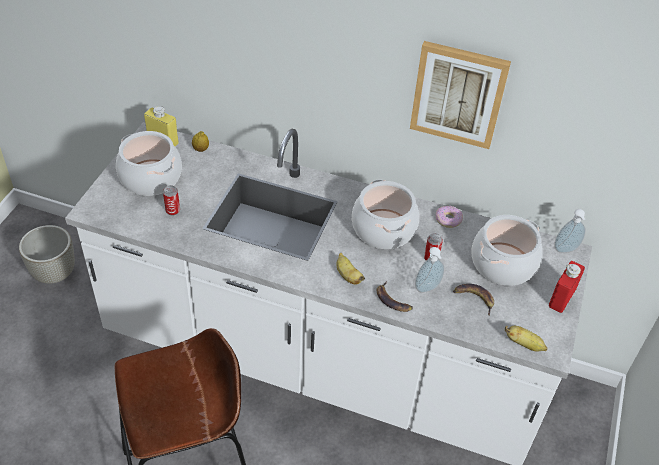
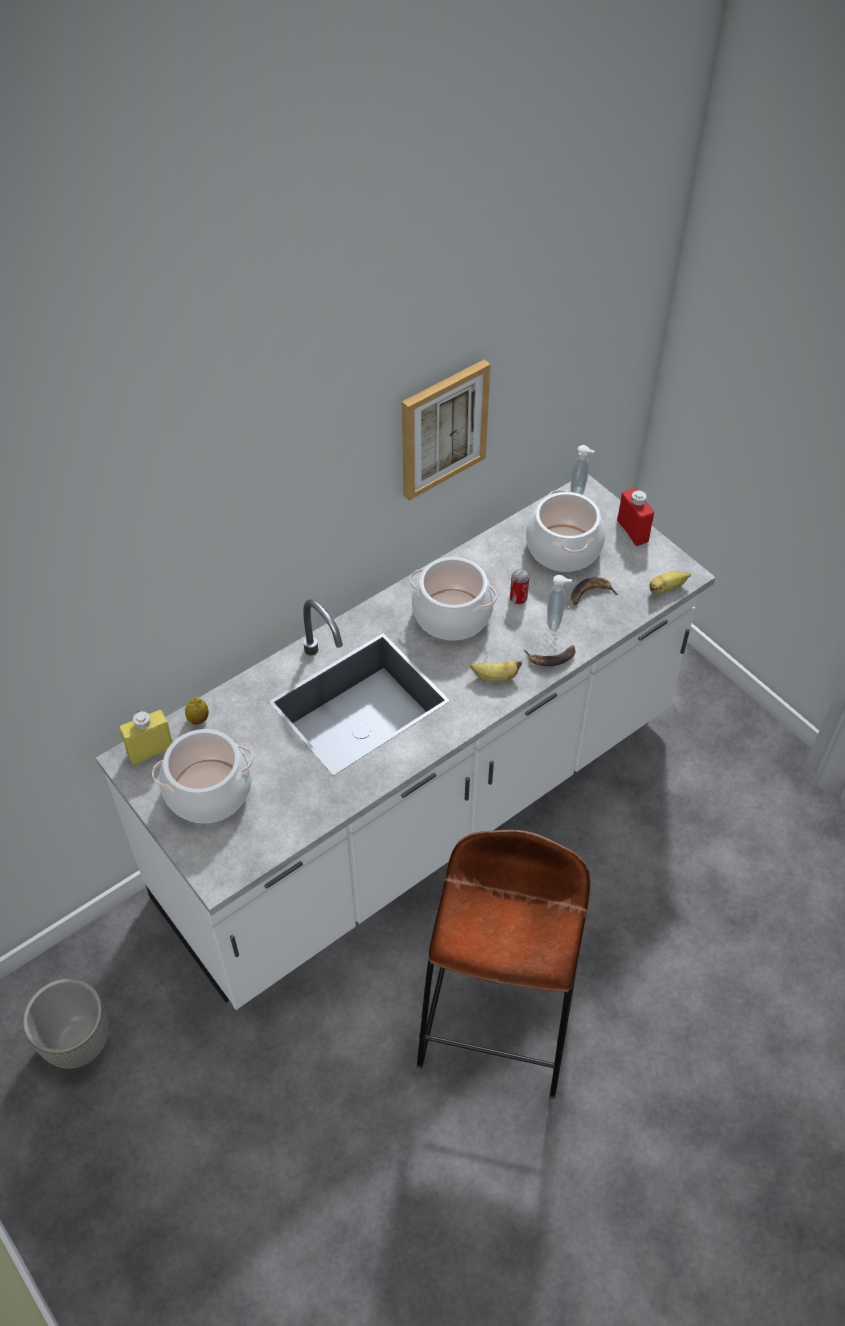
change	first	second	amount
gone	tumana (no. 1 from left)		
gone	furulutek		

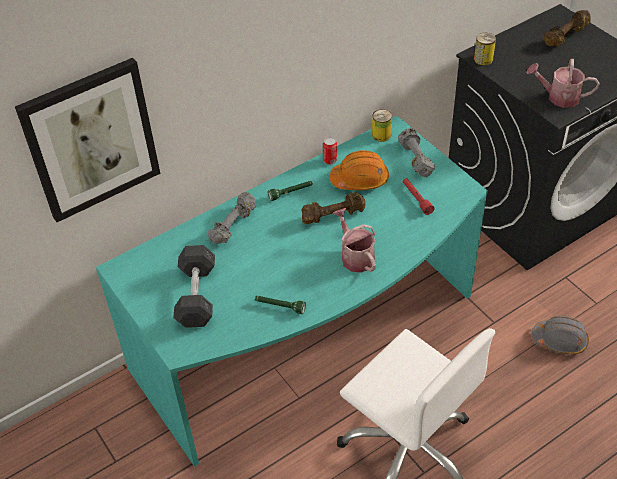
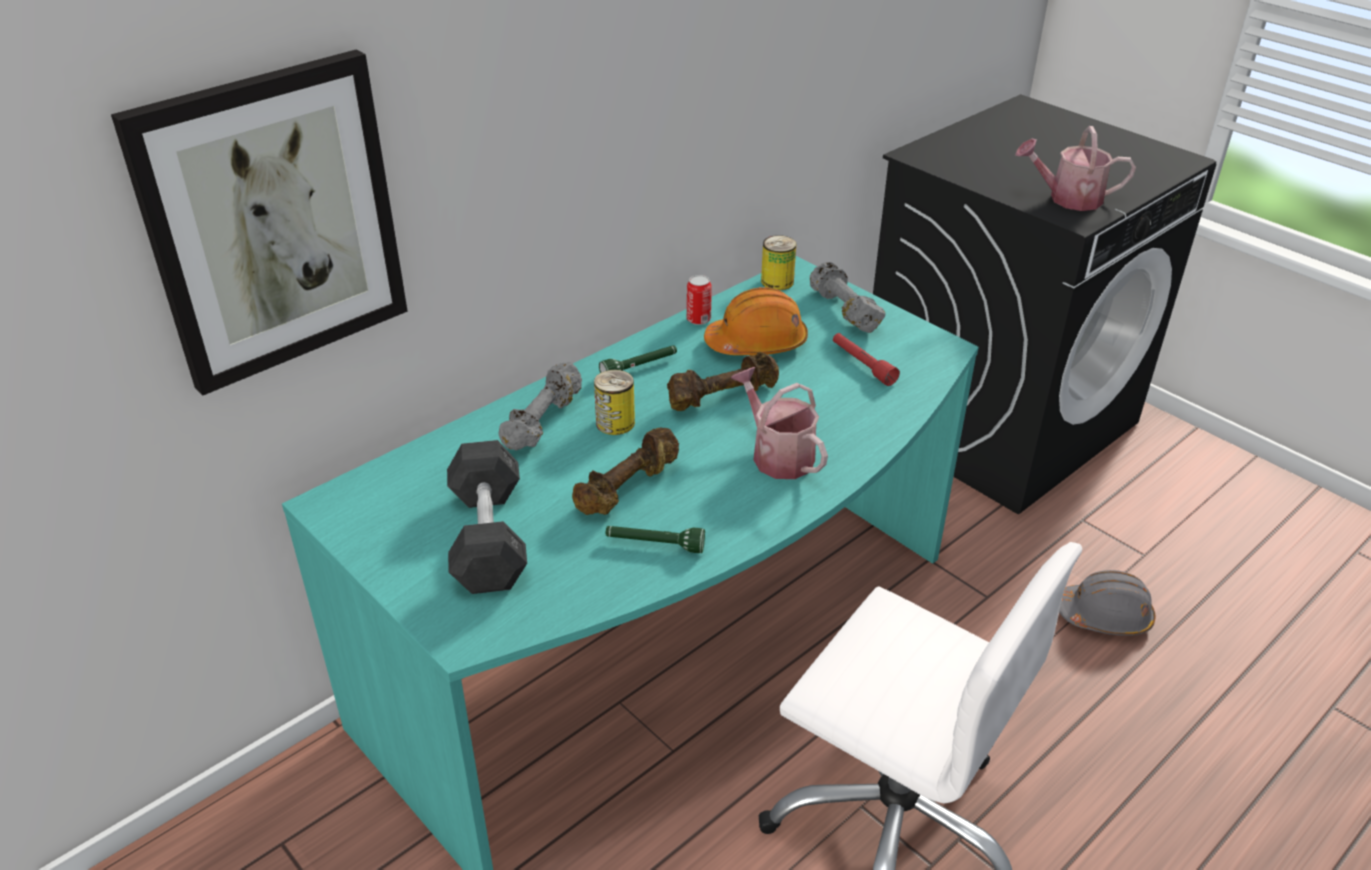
change	first	second	amount
shifted	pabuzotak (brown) (no. 2 from left in the first image)	pabuzotak (brown) (no. 1 from left)	
shifted	tumana (no. 3 from left in the first image)	tumana (no. 1 from left)	

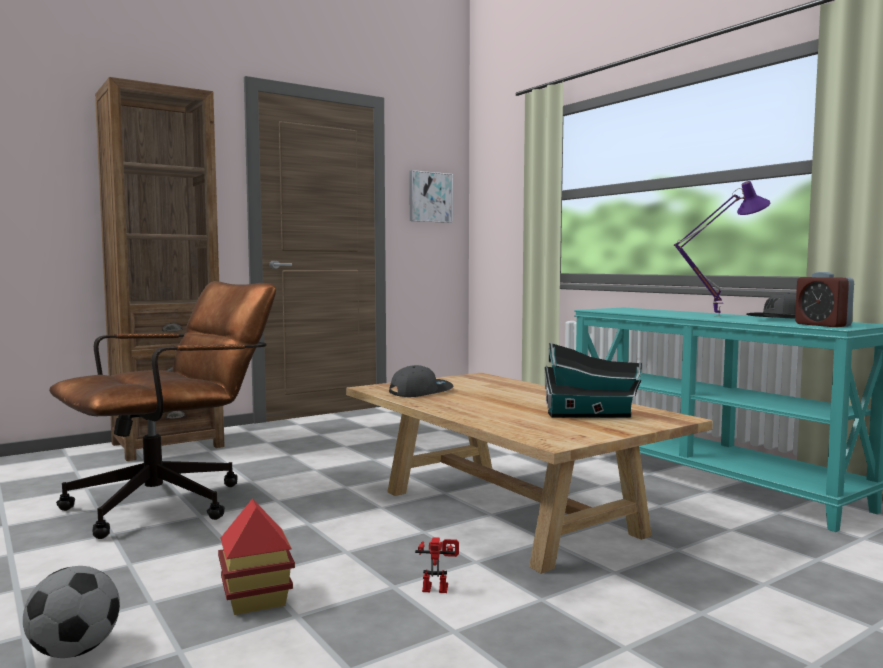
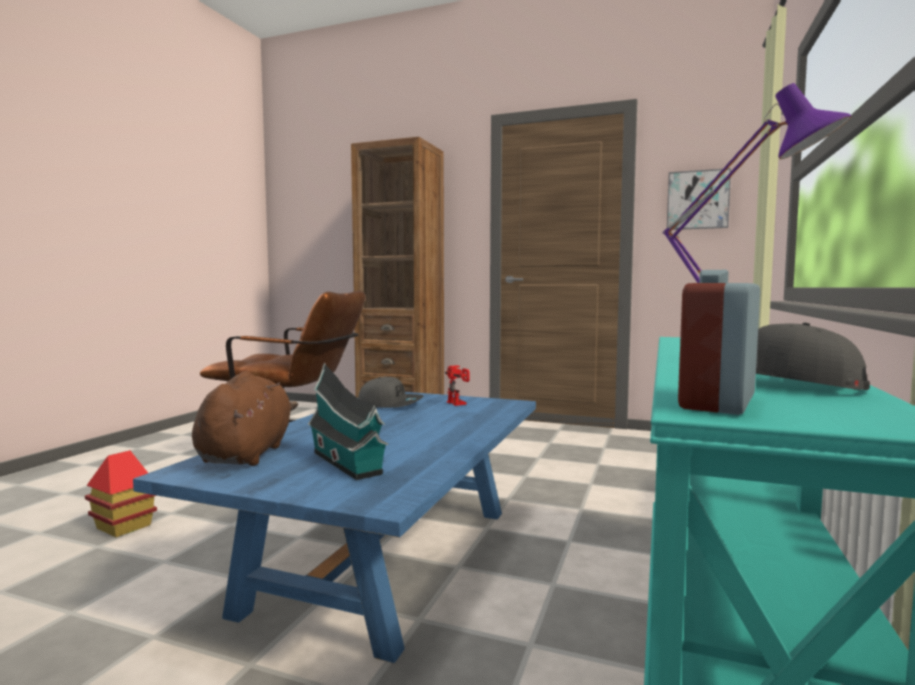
change	first	second	amount
repainted	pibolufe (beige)	pibolufe (blue)	
shifted	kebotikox		
gone	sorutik		
new		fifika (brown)	

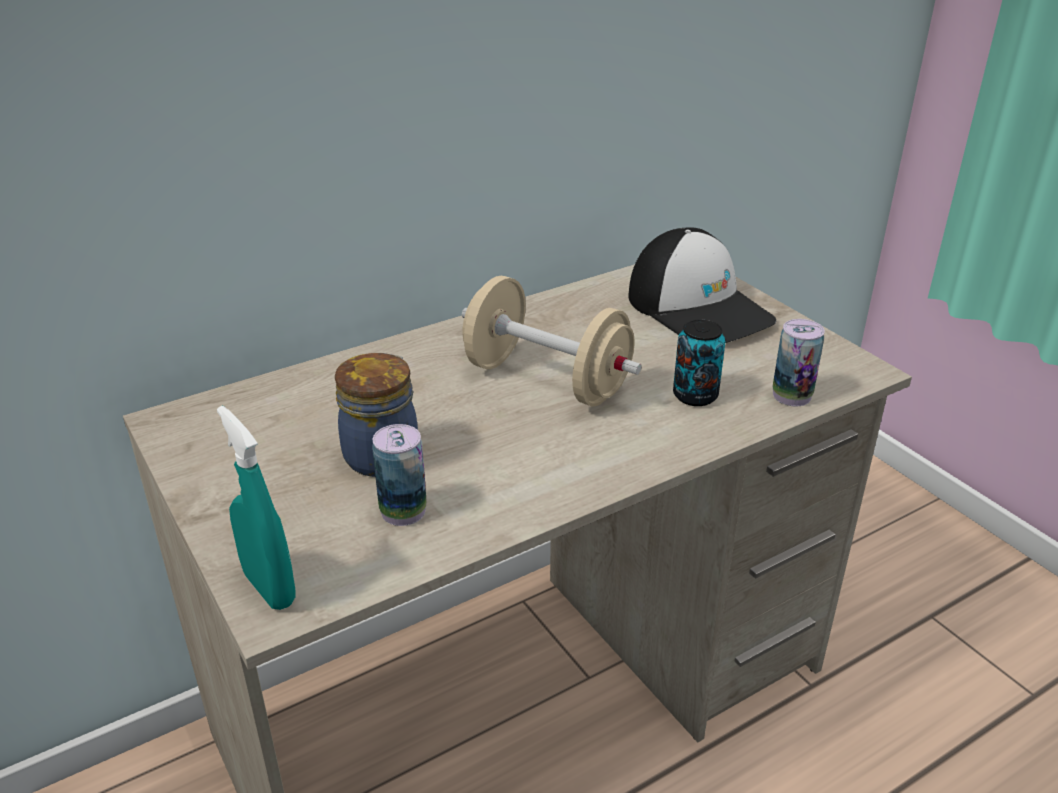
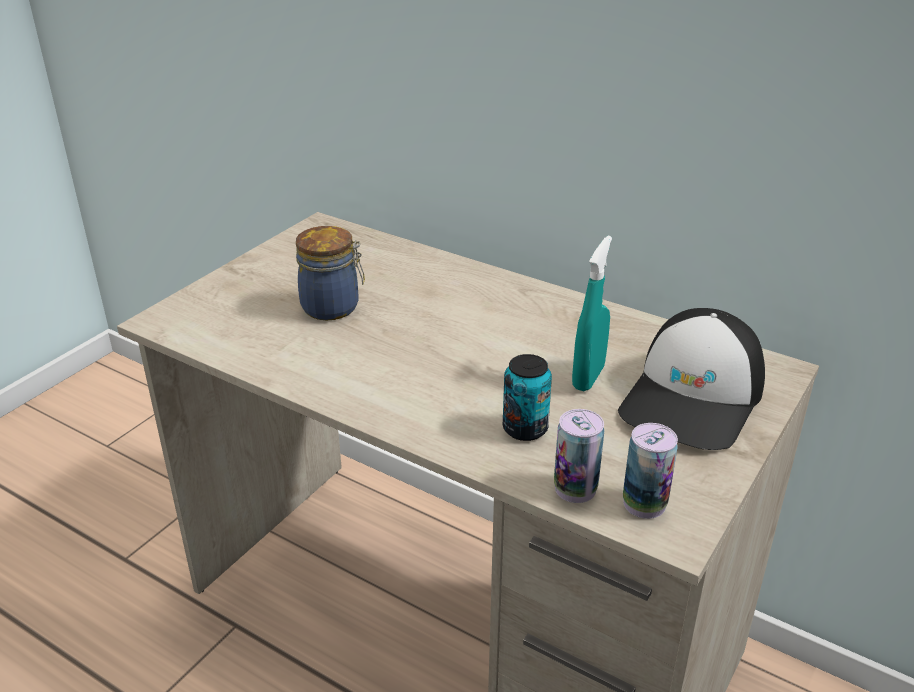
change	first	second	amount
gone	pabuzotak (beige)		
shifted	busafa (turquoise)		
shifted	tumana (no. 1 from left in the first image)	tumana (no. 3 from left)	

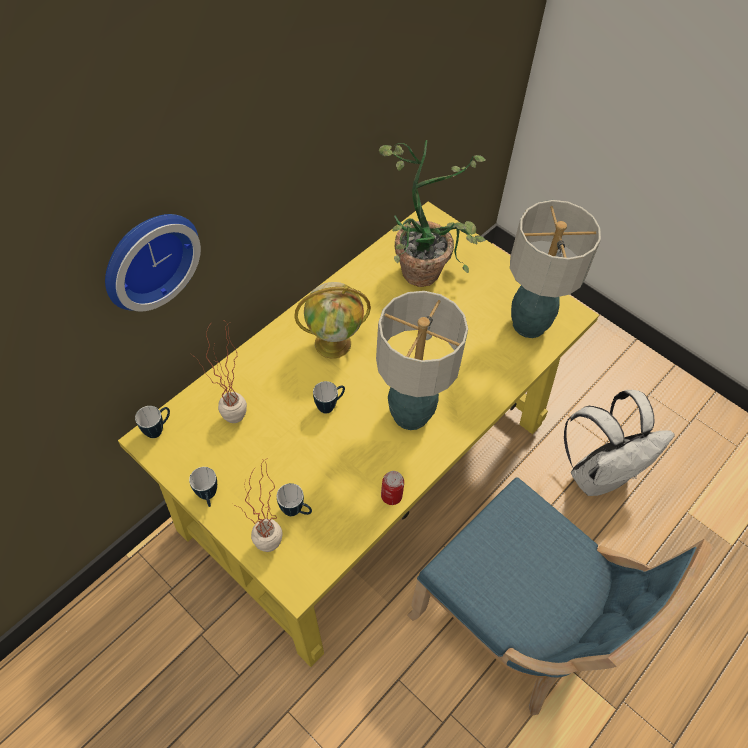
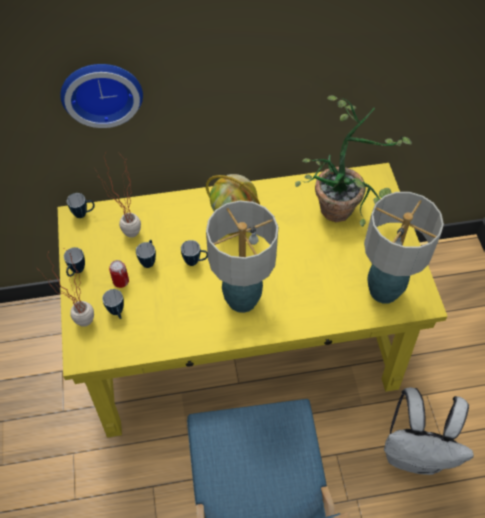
change	first	second	amount
shifted	tumana		
new		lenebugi (no. 4 from left)	

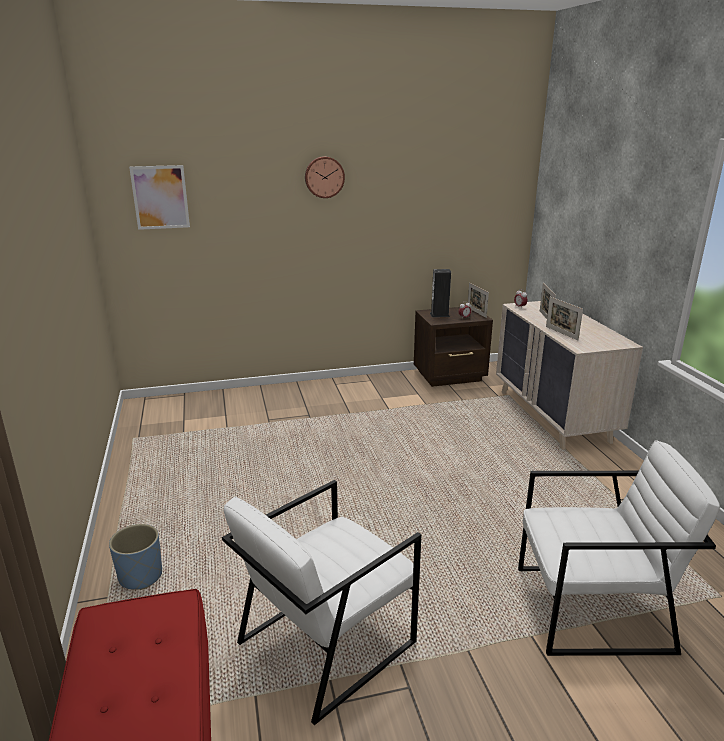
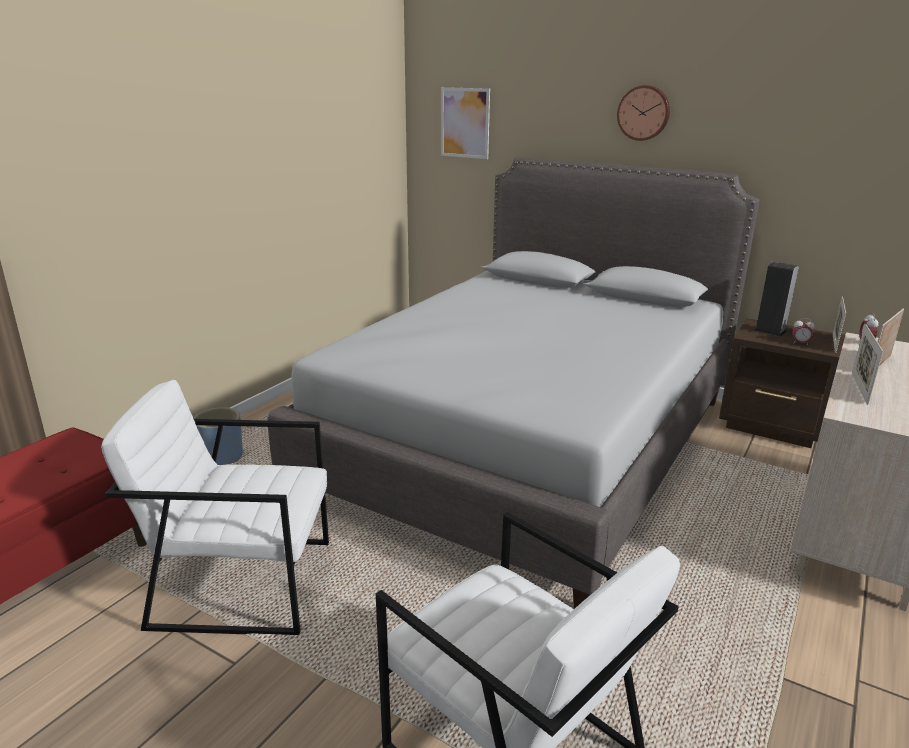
change	first	second	amount
new		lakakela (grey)	

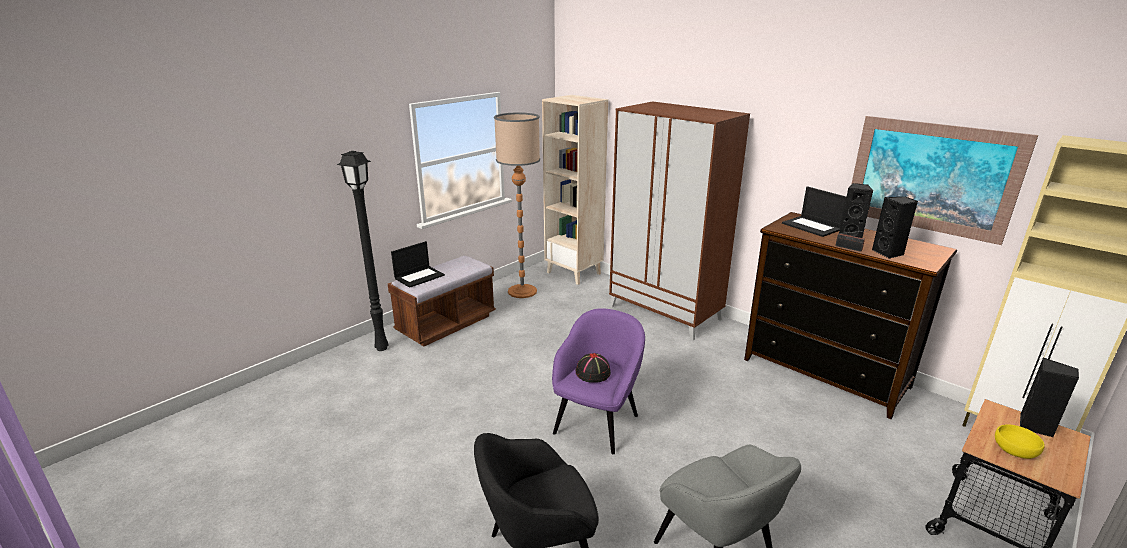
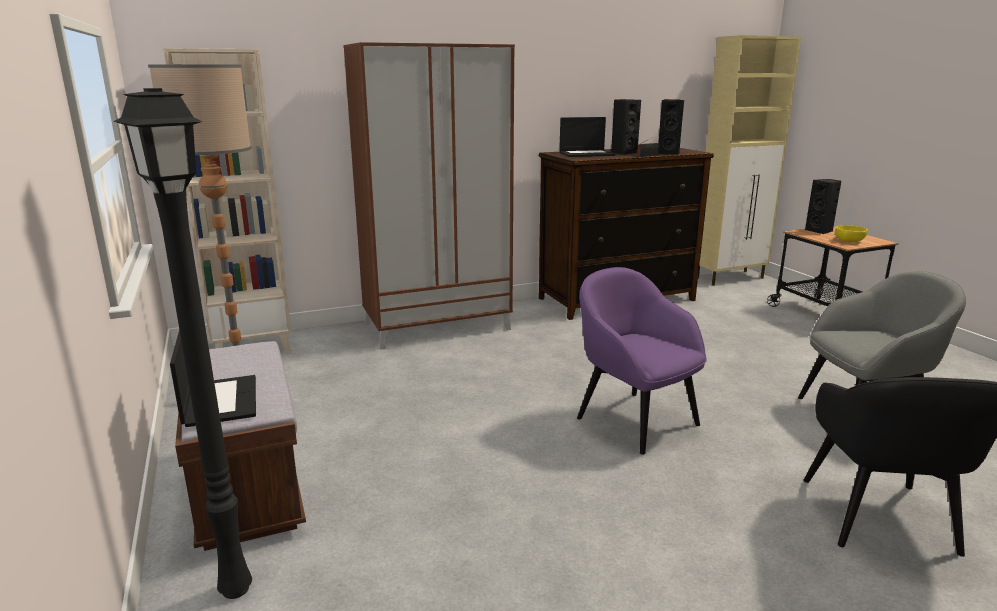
change	first	second	amount
gone	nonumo		
gone	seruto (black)		

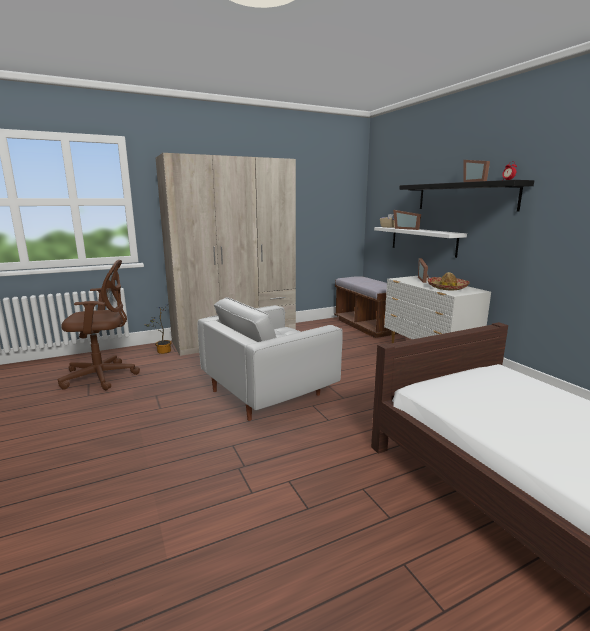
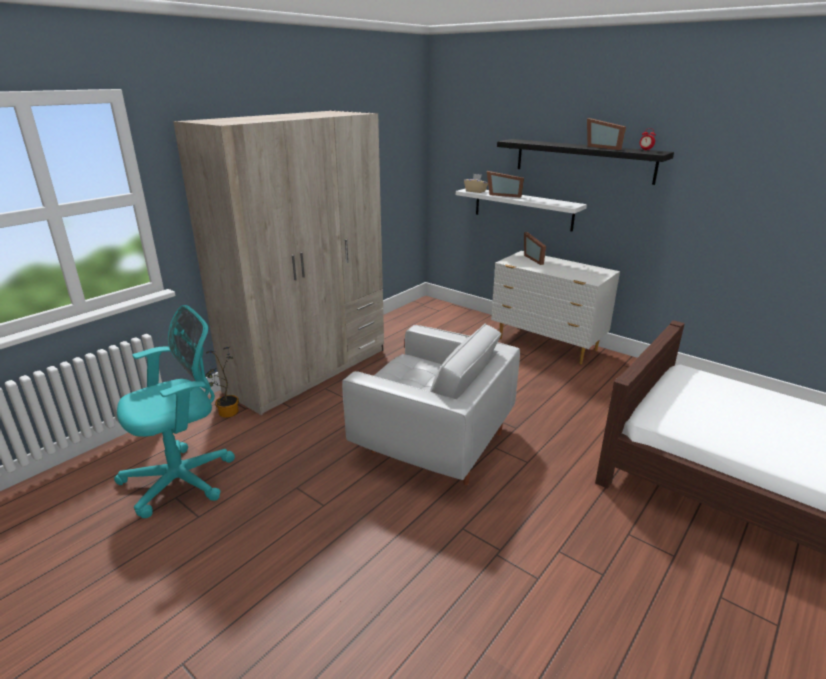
change	first	second	amount
repainted	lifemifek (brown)	lifemifek (turquoise)	
gone	seruto		
gone	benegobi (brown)		
rotated	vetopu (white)		90 degrees counterclockwise

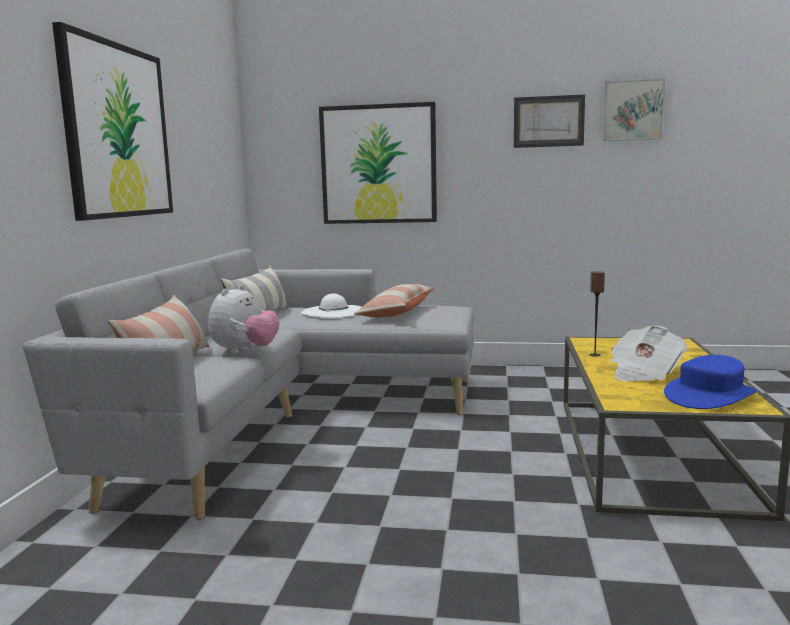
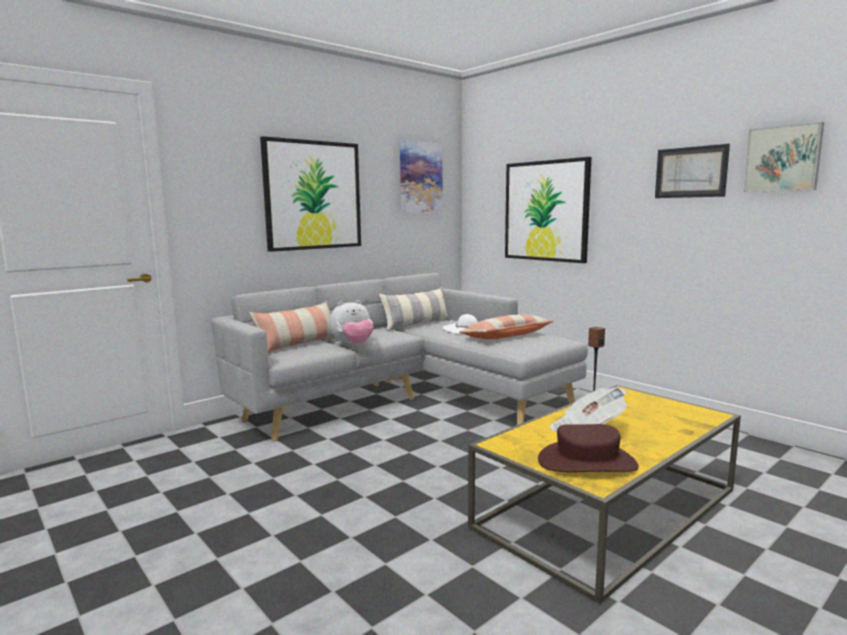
change	first	second	amount
repainted	seruto (blue)	seruto (brown)	
new		nonumo (no. 2 from left)	

